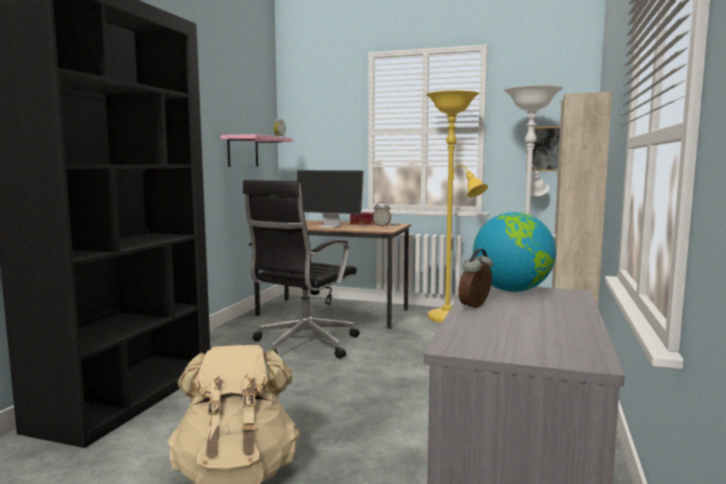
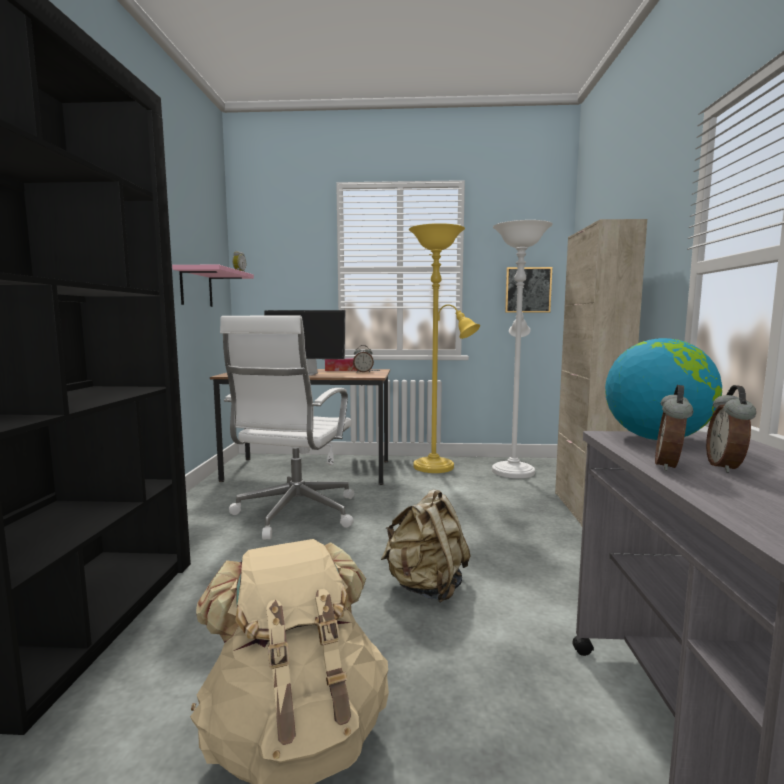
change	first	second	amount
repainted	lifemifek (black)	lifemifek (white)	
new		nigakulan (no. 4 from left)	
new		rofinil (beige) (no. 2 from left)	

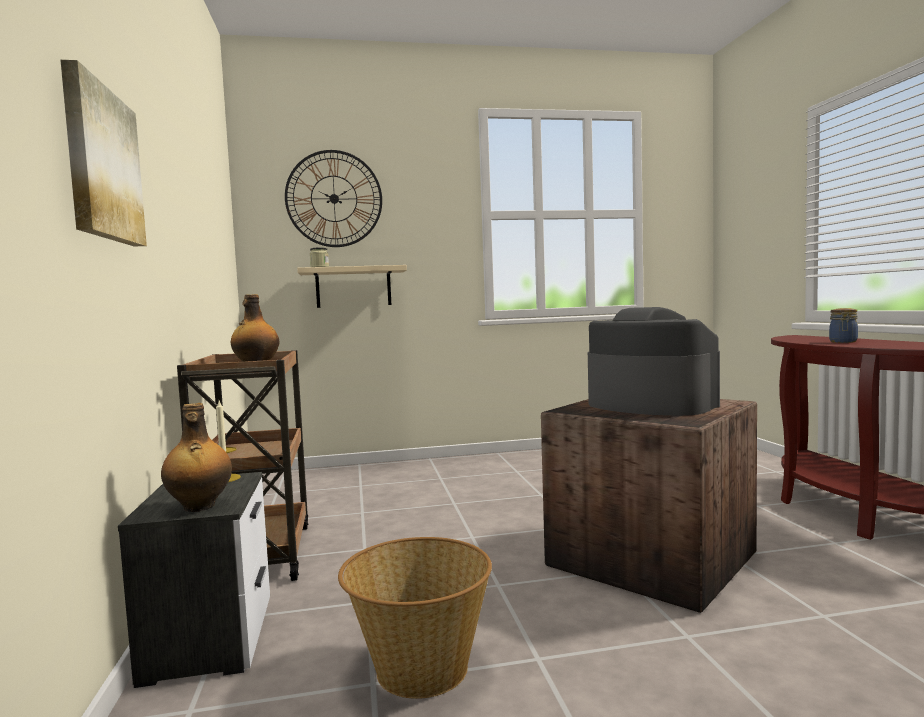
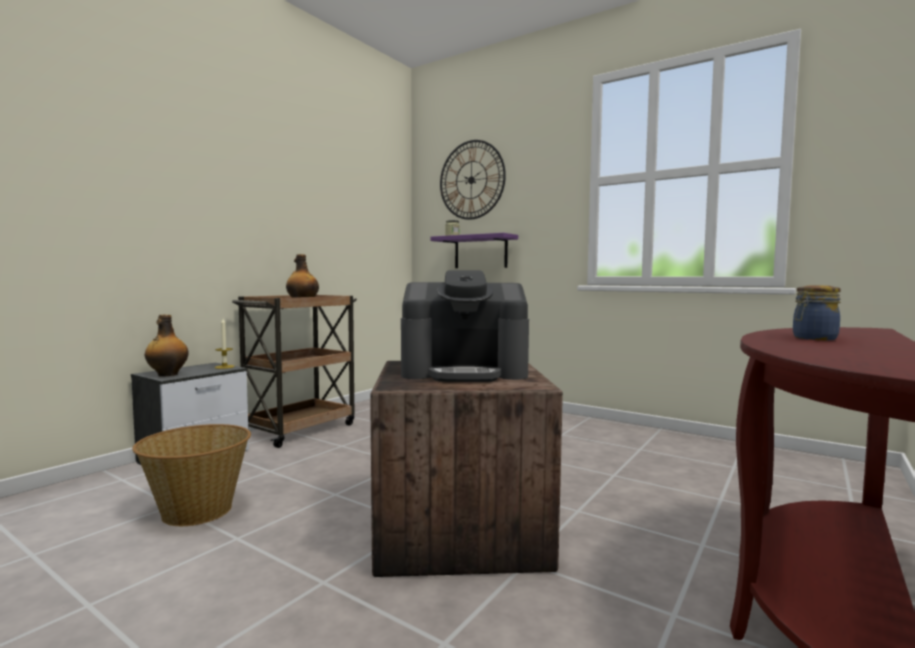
change	first	second	amount
gone	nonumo		
repainted	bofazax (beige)	bofazax (purple)	
rotated	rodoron		90 degrees clockwise

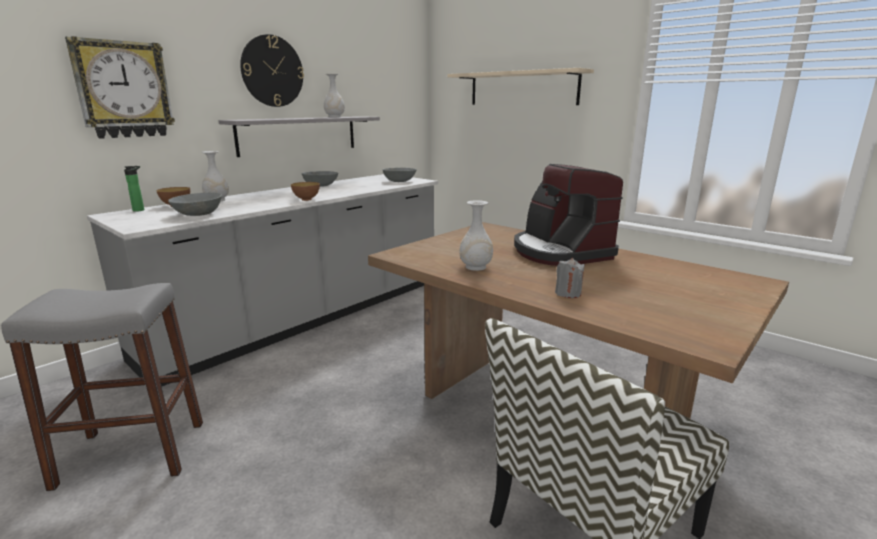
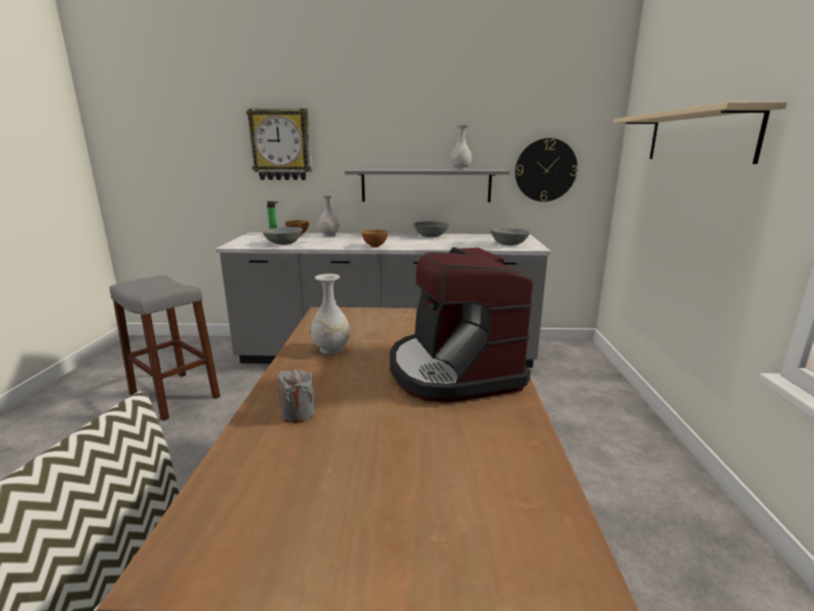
change	first	second	amount
shifted	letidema (no. 2 from left)		
rotated	rodoron		45 degrees counterclockwise

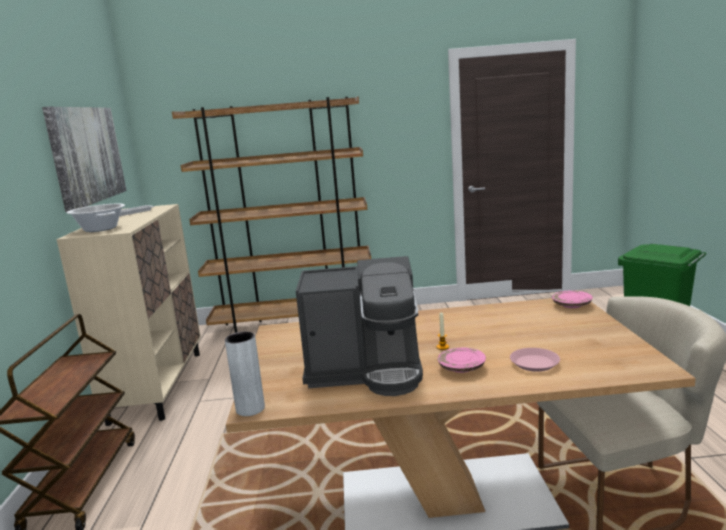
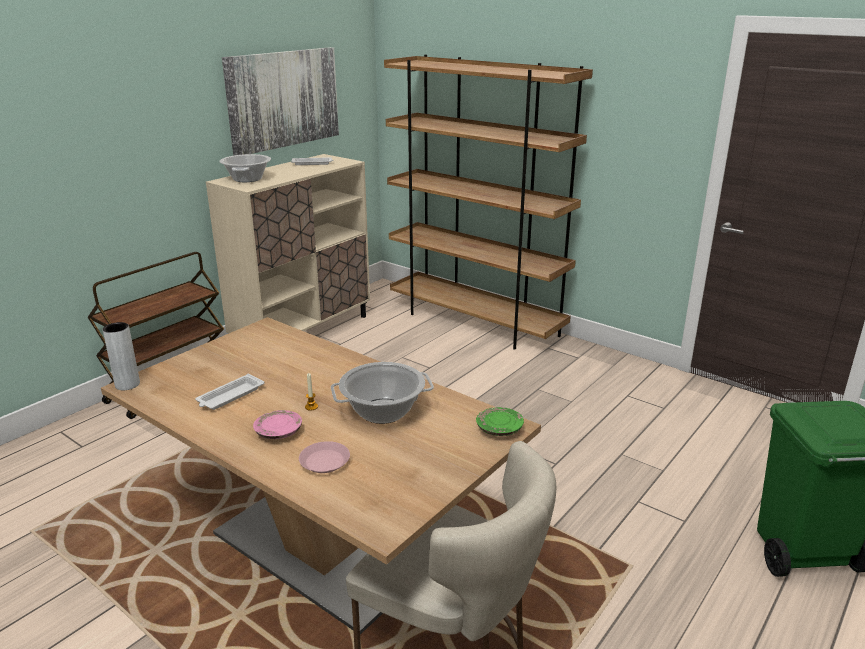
change	first	second	amount
swapped	rodoron	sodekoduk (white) (no. 1 from left)	
repainted	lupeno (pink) (no. 3 from left)	lupeno (green)	
new		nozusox (no. 2 from left)	

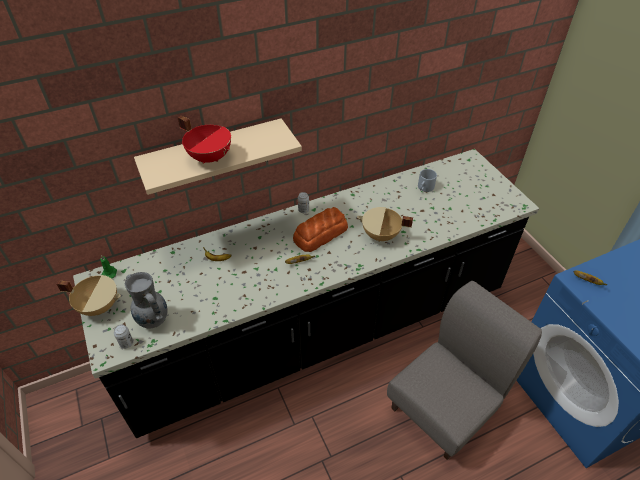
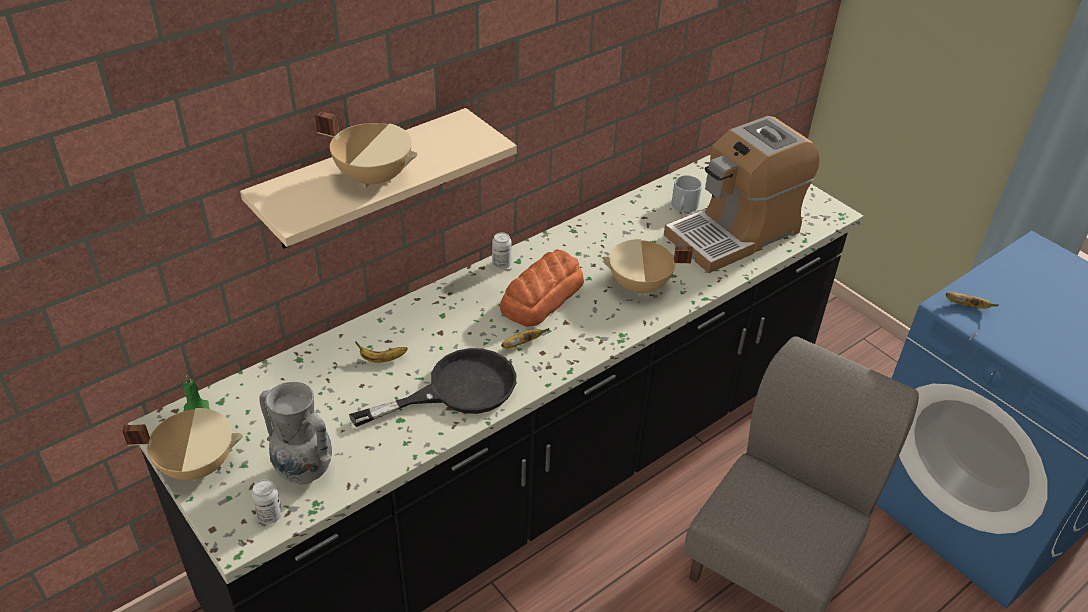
change	first	second	amount
repainted	nozusox (red)	nozusox (beige) (no. 2 from left)	
new		rodoron	
new		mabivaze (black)	

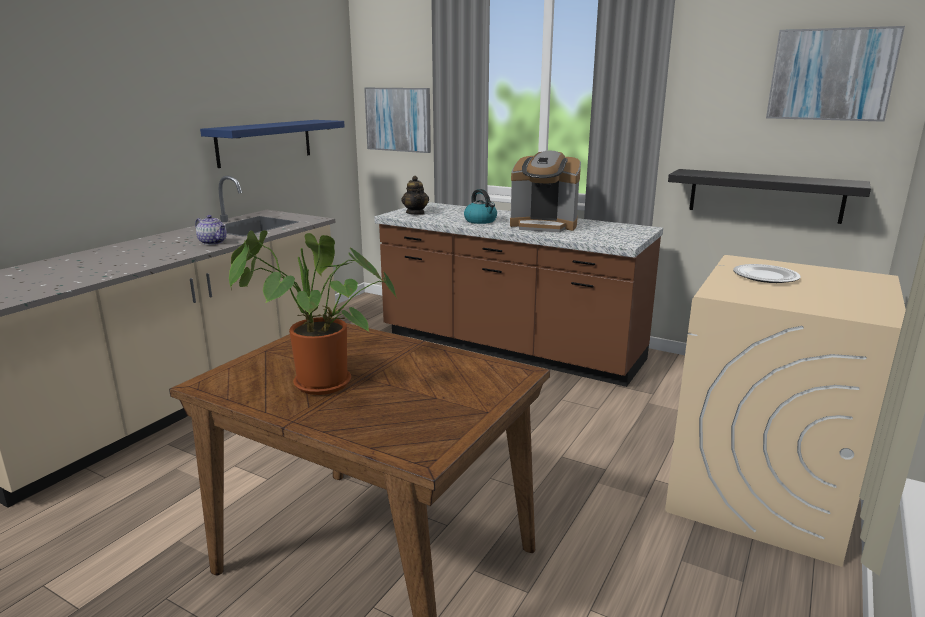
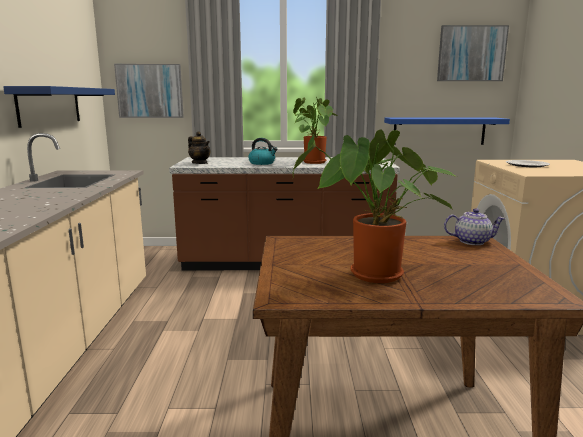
change	first	second	amount
swapped	rodoron	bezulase (no. 1 from left)	
repainted	bofazax (black)	bofazax (blue) (no. 2 from left)	
shifted	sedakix (no. 1 from left in the first image)	sedakix (no. 2 from left)	

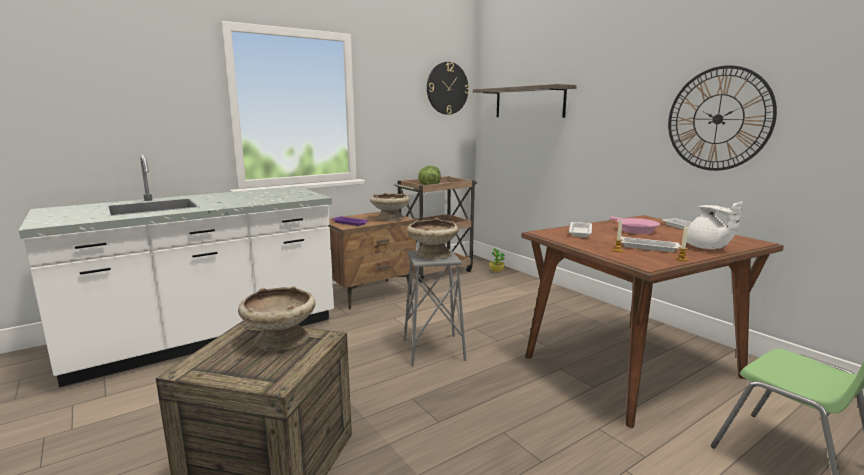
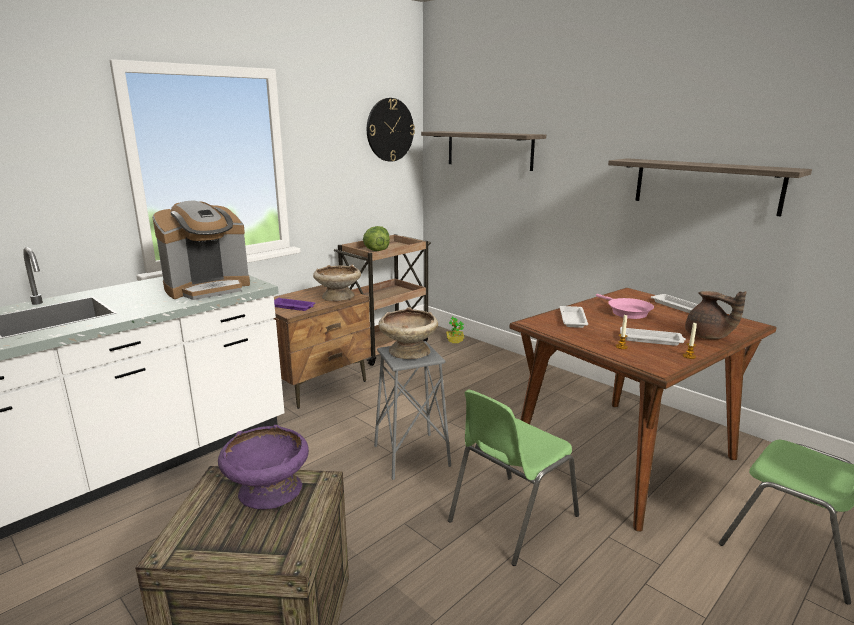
change	first	second	amount
swapped	letidema (no. 2 from left)	bofazax (no. 2 from left)	
repainted	sedakix (white)	sedakix (brown)	
repainted	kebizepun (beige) (no. 1 from left)	kebizepun (purple)	
new		rodoron	
new		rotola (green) (no. 1 from left)	

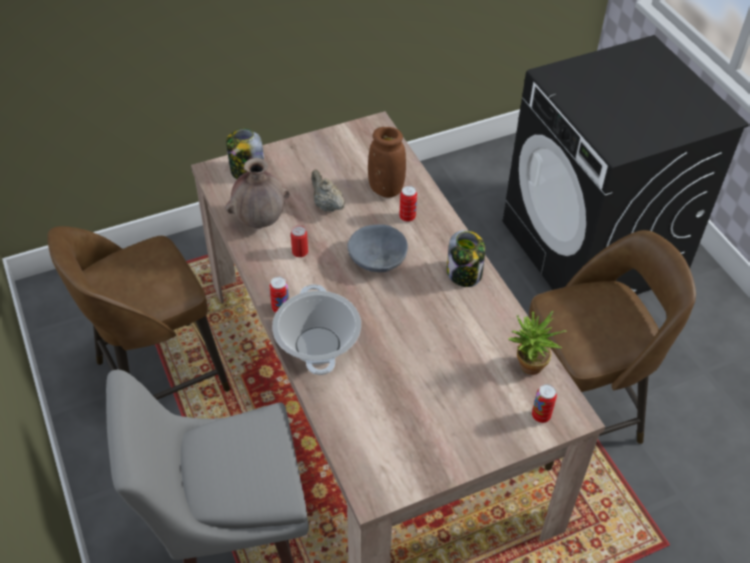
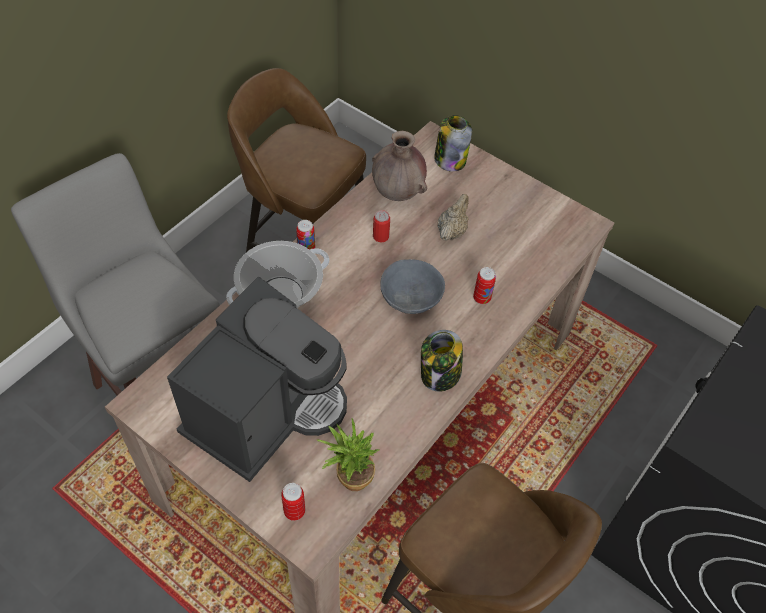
change	first	second	amount
gone	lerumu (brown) (no. 2 from left)		
new		rodoron	

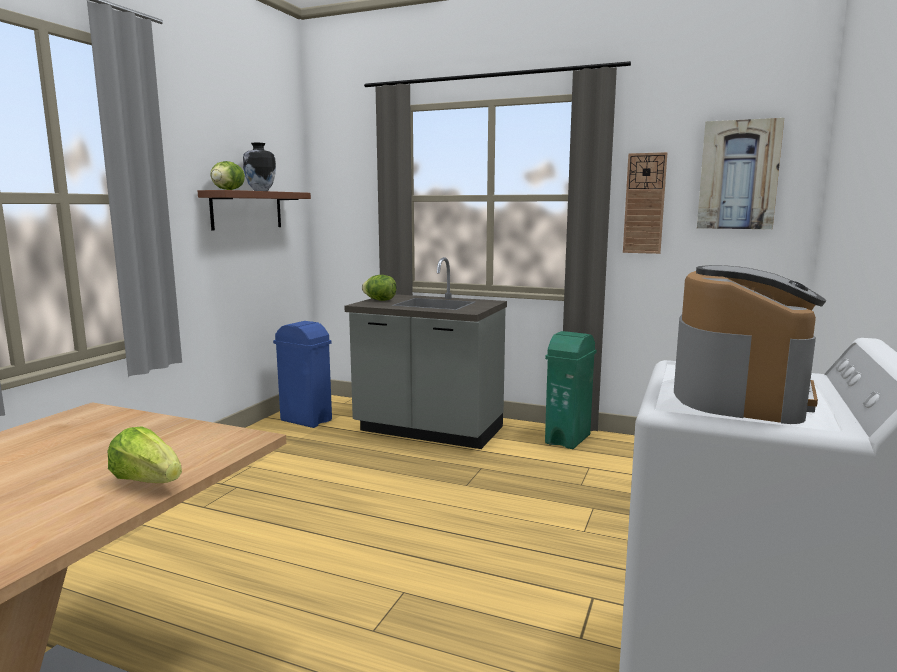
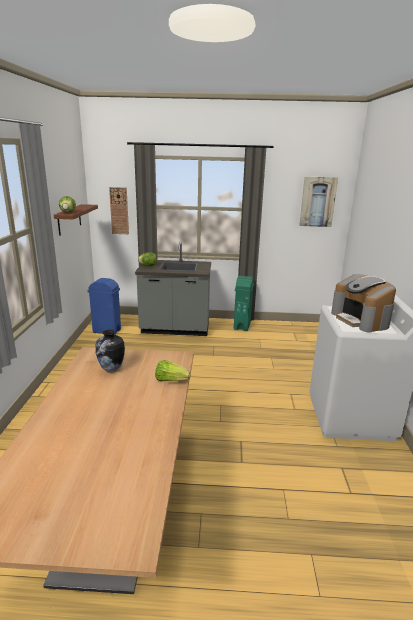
change	first	second	amount
shifted	lerumu		
shifted	letidema		
rotated	rodoron		150 degrees clockwise

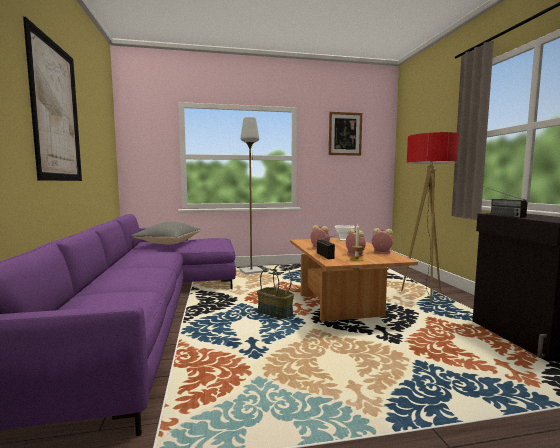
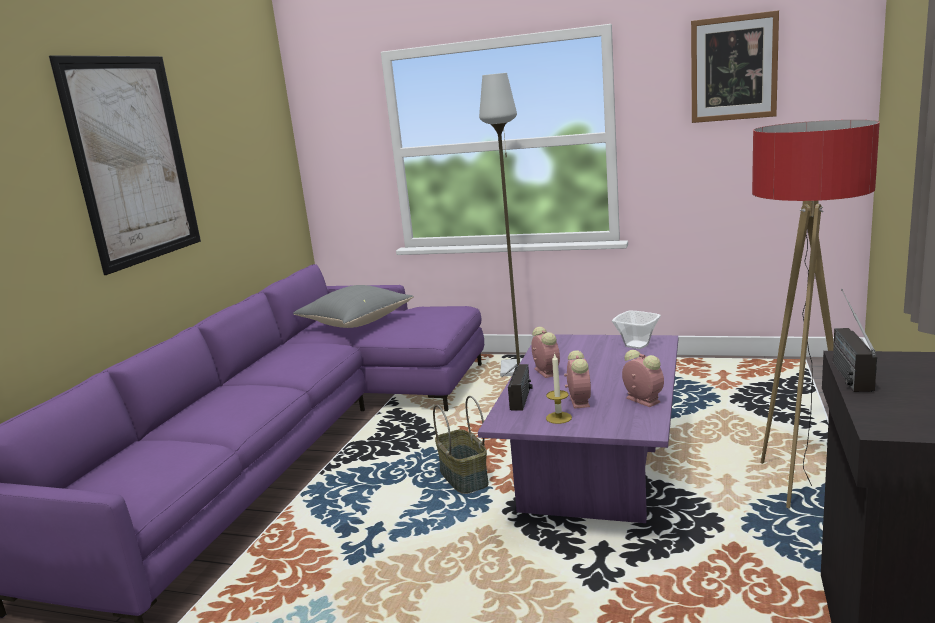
change	first	second	amount
repainted	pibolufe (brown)	pibolufe (purple)	

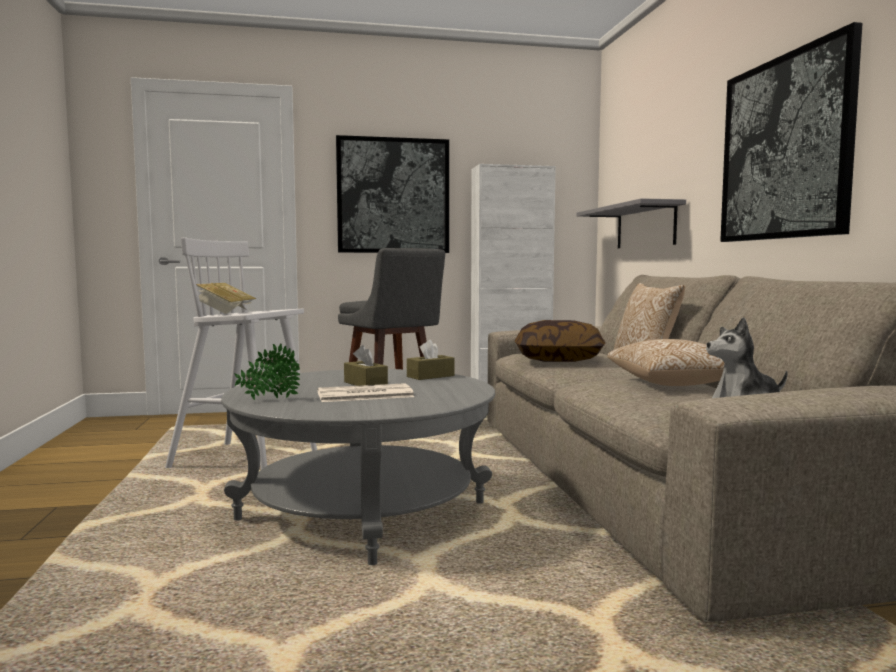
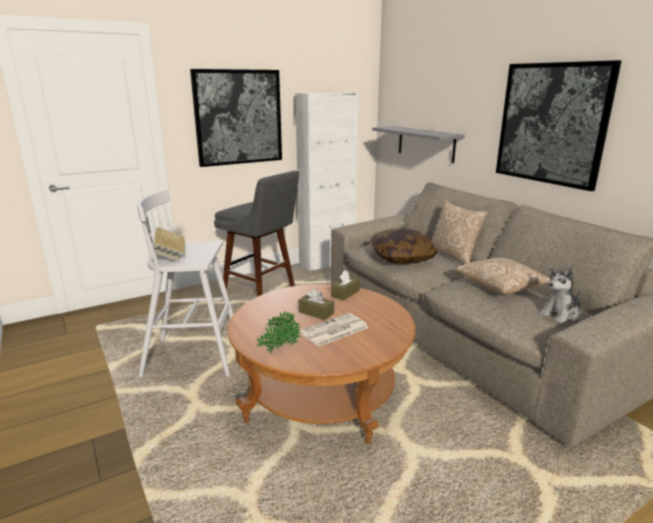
change	first	second	amount
repainted	pibolufe (grey)	pibolufe (brown)	

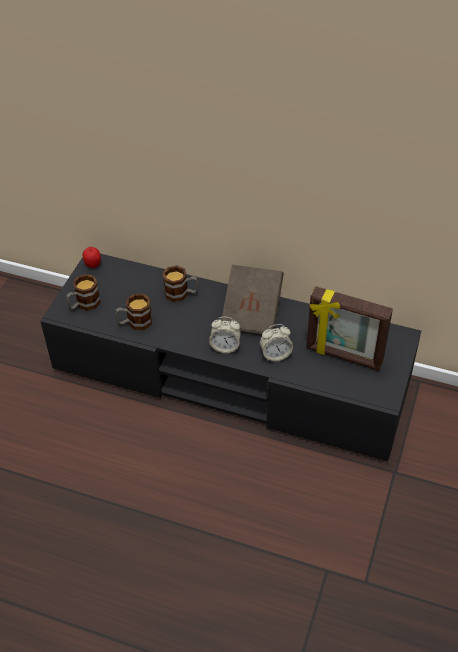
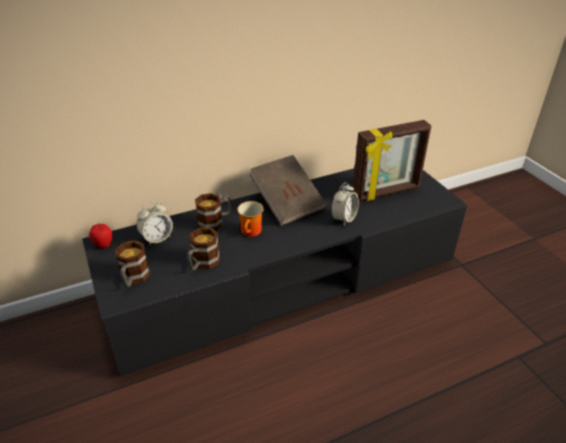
change	first	second	amount
shifted	nigakulan (no. 1 from left)		
new		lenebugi (no. 4 from left)	

